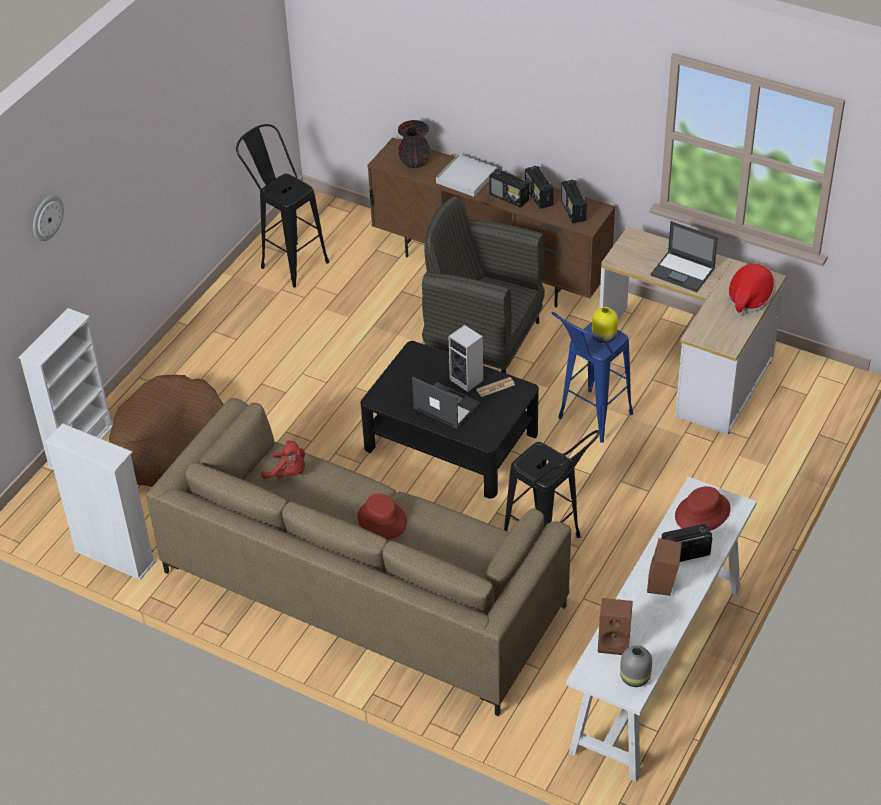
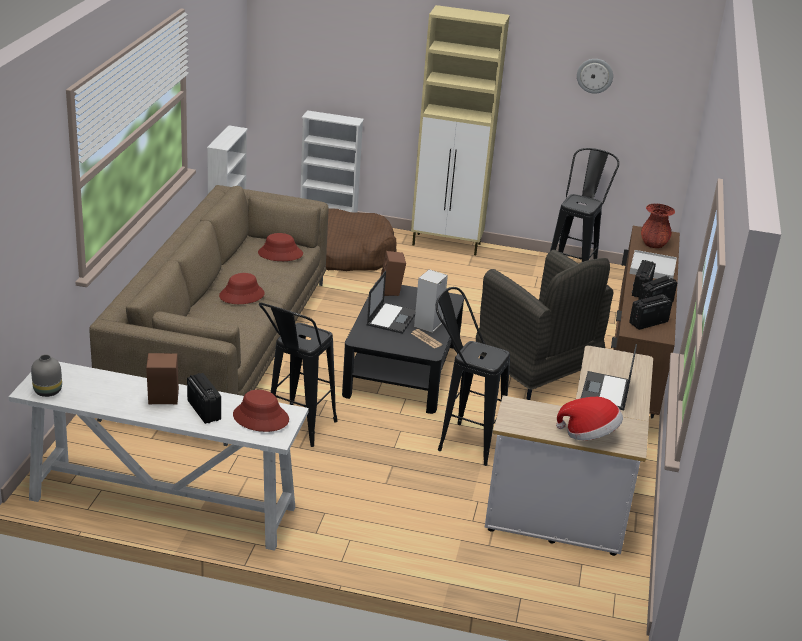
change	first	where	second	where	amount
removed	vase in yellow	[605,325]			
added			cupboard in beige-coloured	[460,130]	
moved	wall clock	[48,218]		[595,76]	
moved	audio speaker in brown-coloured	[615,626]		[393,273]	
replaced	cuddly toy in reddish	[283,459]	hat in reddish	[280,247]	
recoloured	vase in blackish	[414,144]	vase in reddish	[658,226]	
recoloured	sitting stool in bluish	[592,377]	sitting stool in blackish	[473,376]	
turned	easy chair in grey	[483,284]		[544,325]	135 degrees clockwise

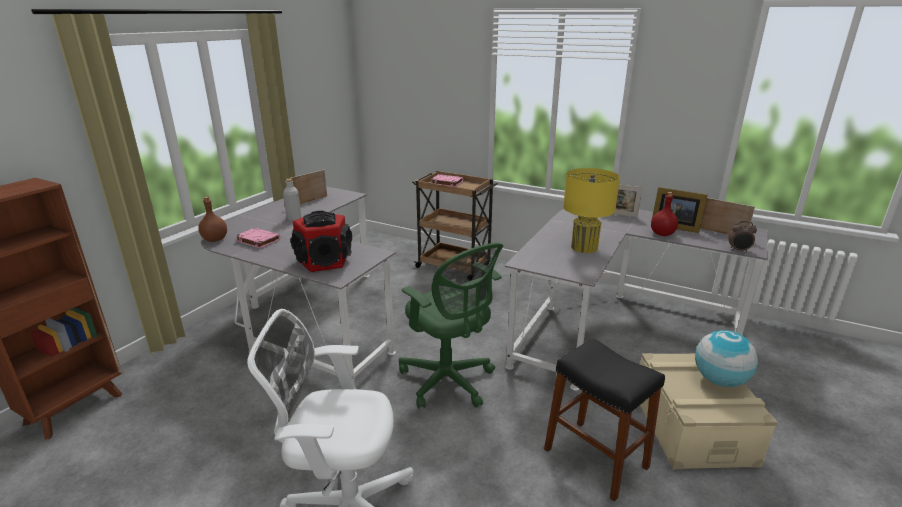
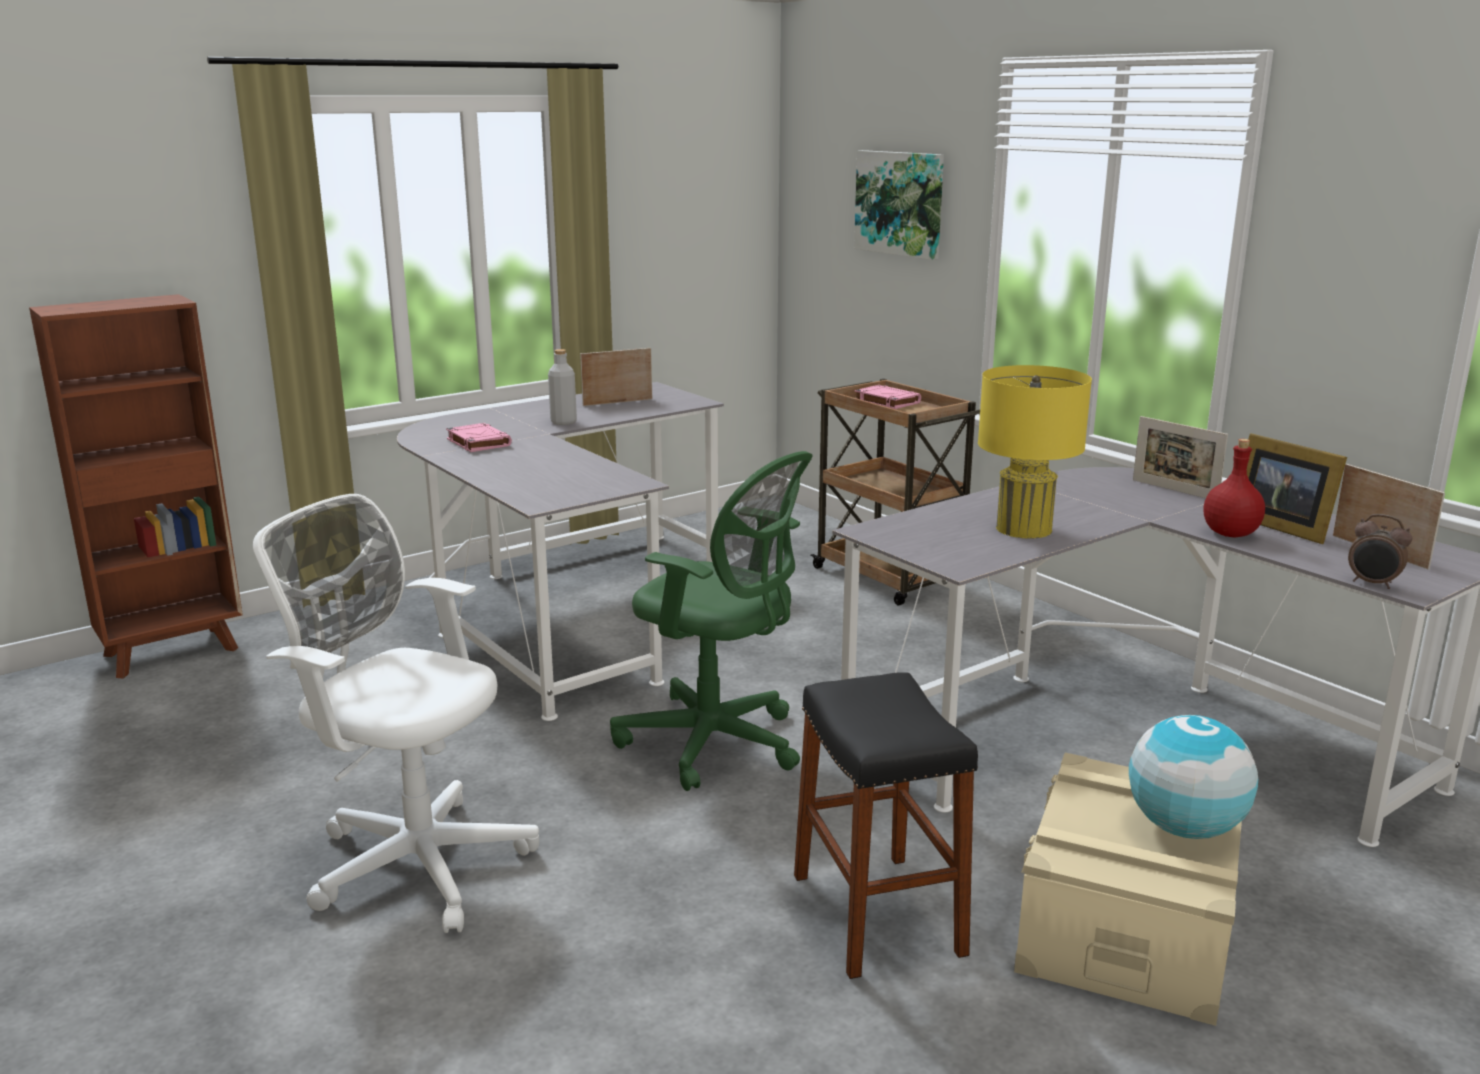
change	first	where	second	where	amount
removed	drink bottle in brown-coloured	[212,219]			
removed	audio speaker	[321,241]			
added			picture	[899,205]	
turned	computer chair in green	[451,326]		[711,621]	45 degrees counterclockwise

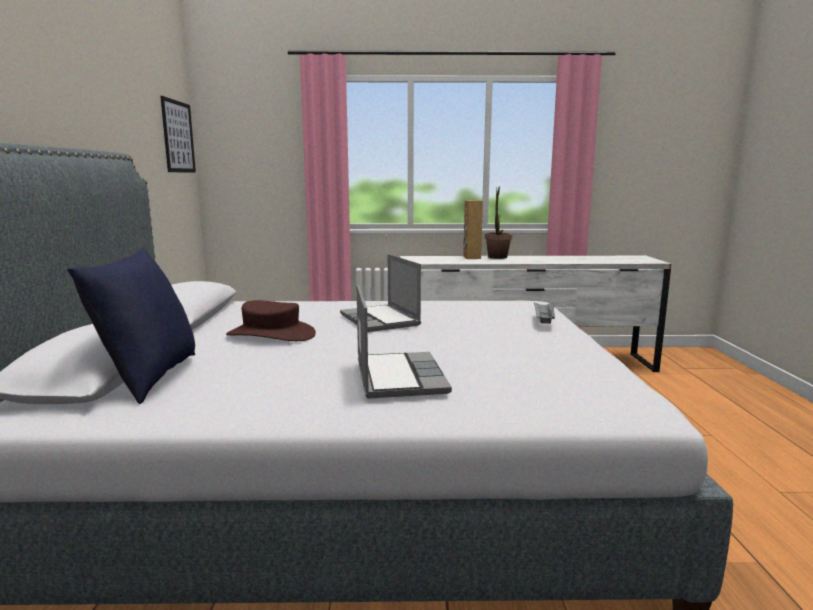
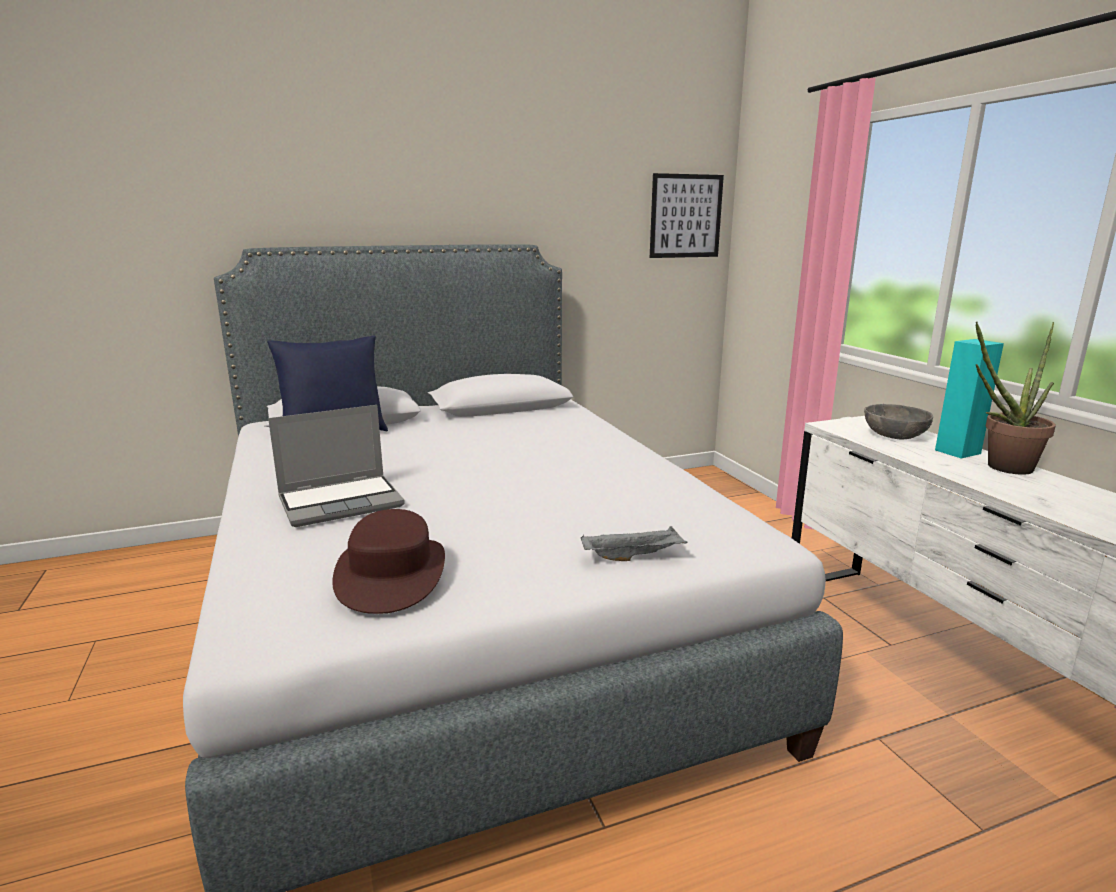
change	first	where	second	where	amount
removed	laptop	[380,293]			
added			serving bowl in grey	[898,422]	
moved	hat in brown-coloured	[271,320]		[388,561]	
recoloured	audio speaker in brown-coloured	[473,229]	audio speaker in turquoise	[969,399]	

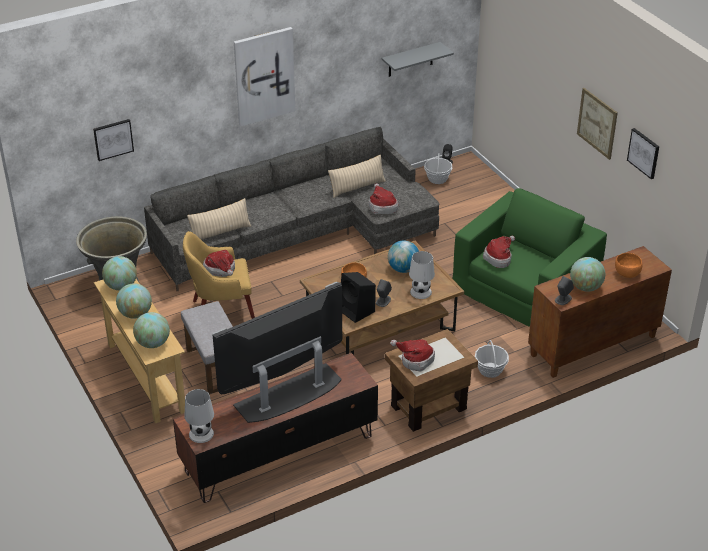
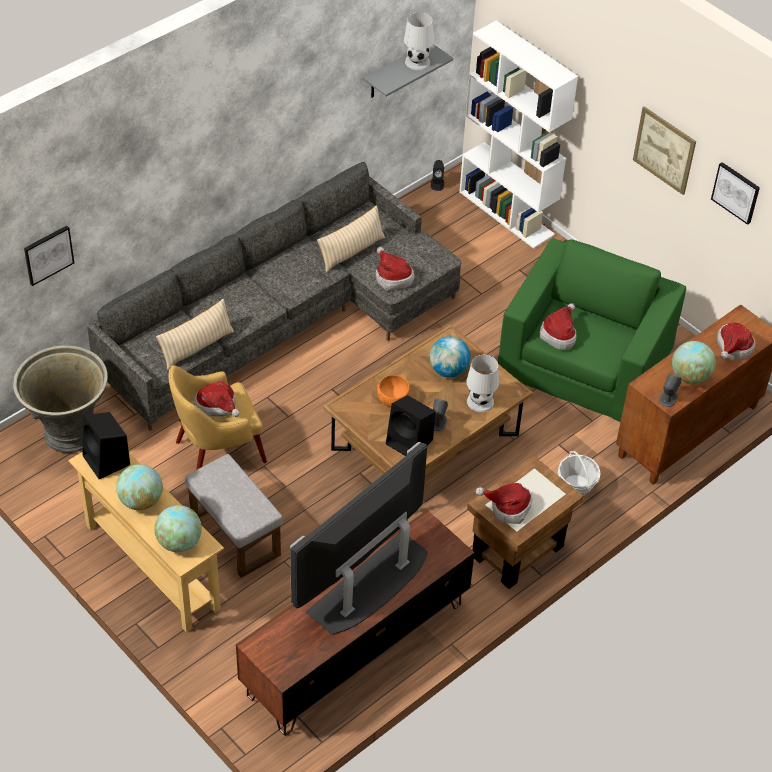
change	first	where	second	where	amount
removed	picture	[264,77]			
removed	storage basket	[438,168]			
added			bookshelf in whitish	[518,135]	
moved	table lamp in whitish	[199,416]		[419,41]	
replaced	desk globe	[119,273]	audio speaker in blackish	[106,445]	
replaced	serving bowl in orange	[628,265]	hat	[736,341]	

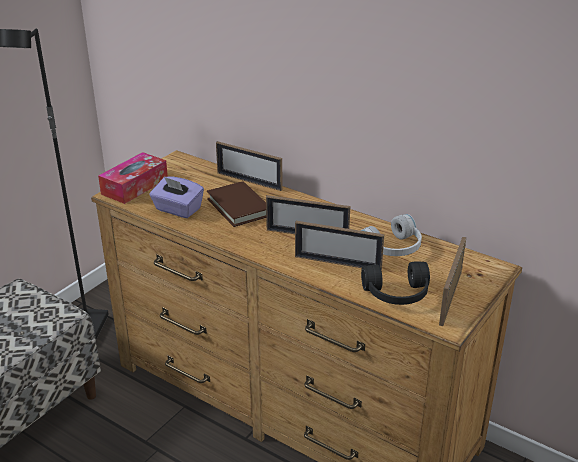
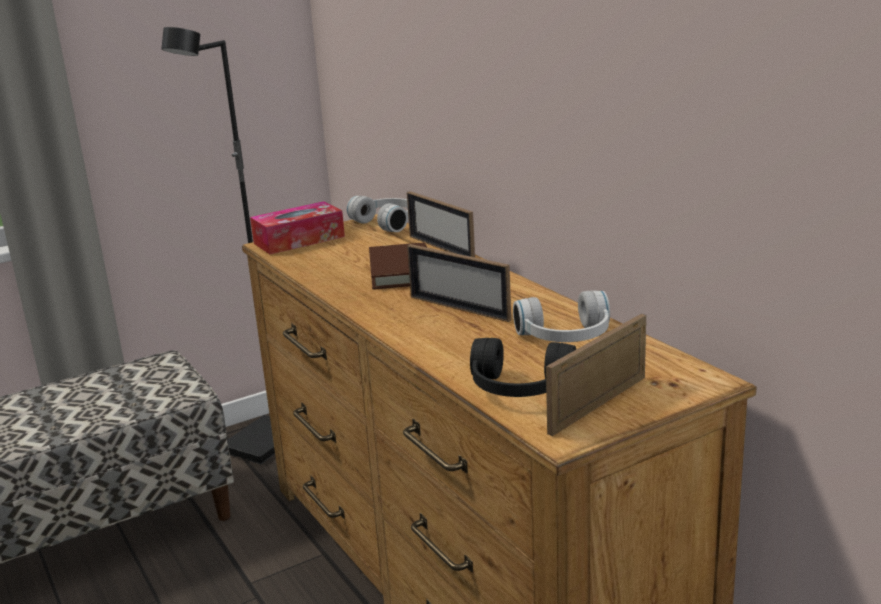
change	first	where	second	where	amount
removed	tissue box in purplish	[176,197]			
removed	picture frame	[339,246]			
added			headset in whitish	[378,214]	

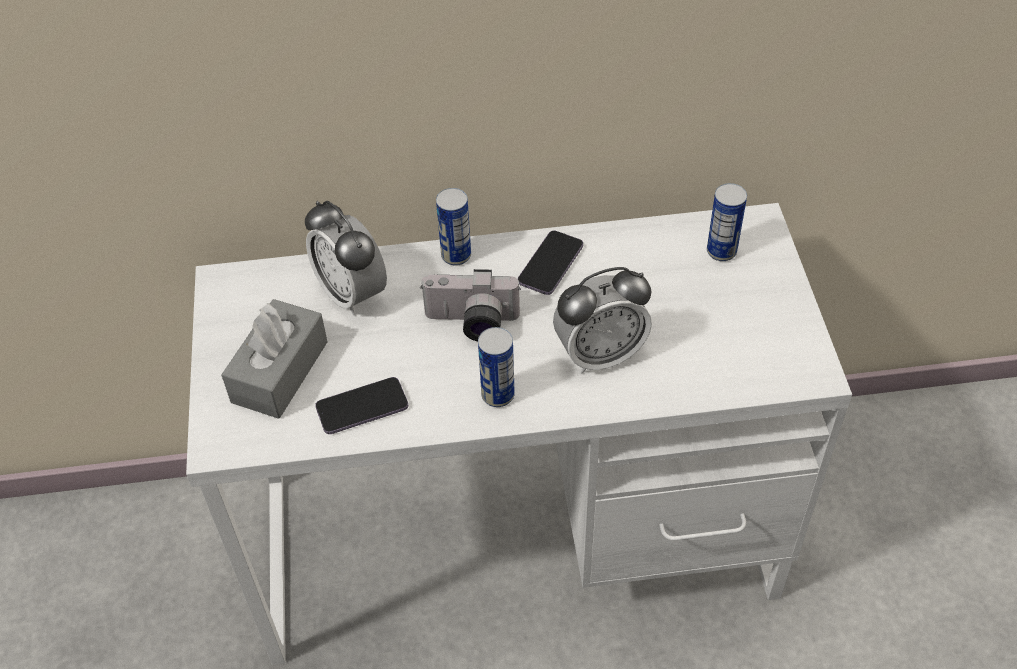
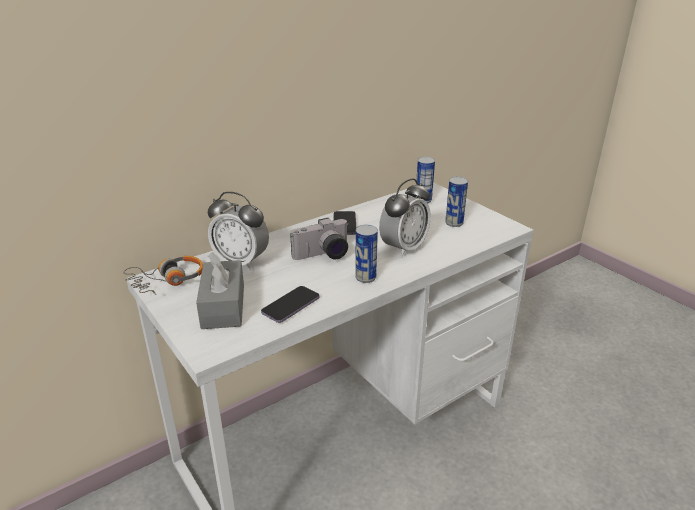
change	first	where	second	where	amount
added			headset	[163,275]	
moved	sealed can	[453,227]		[456,202]	

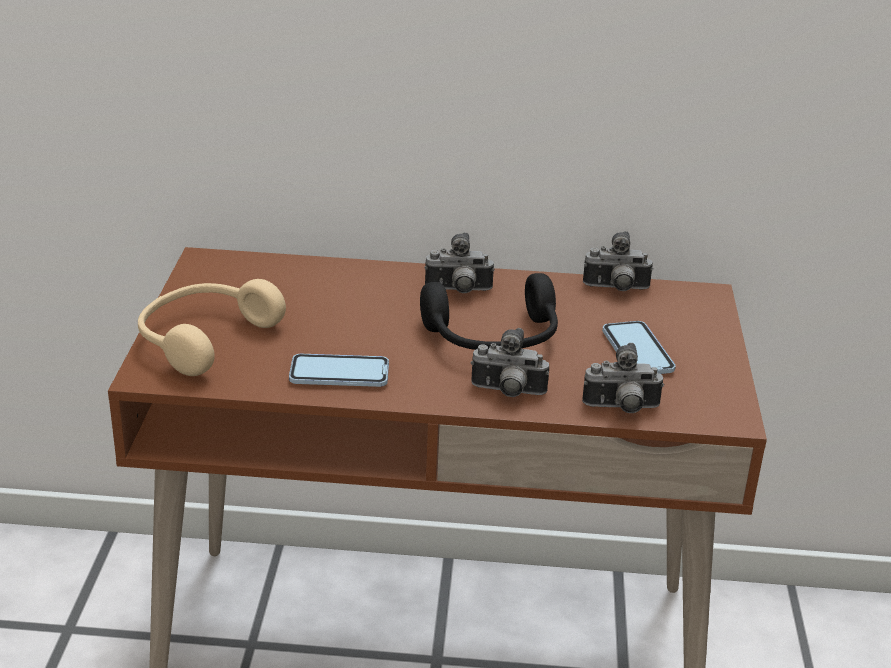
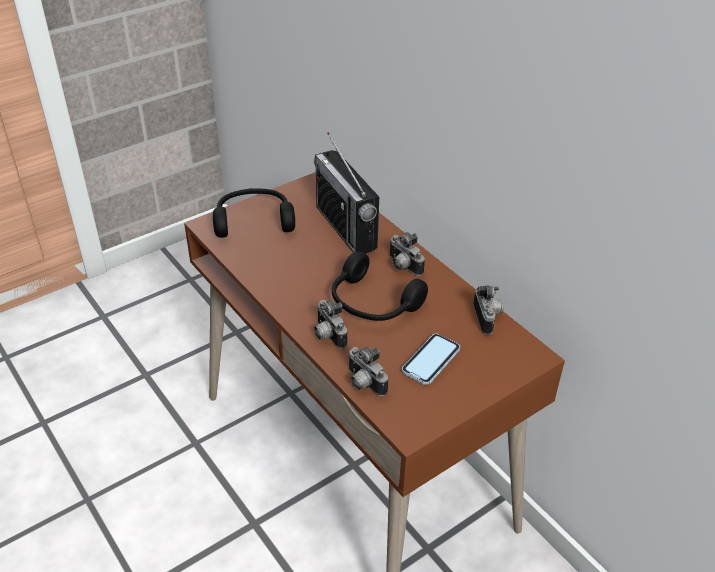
change	first	where	second	where	amount
removed	phone	[339,370]			
added			radio receiver	[346,193]	
recoloured	headset in beige-coloured	[212,327]	headset in blackish	[254,213]	
turned	still camera	[618,261]		[488,310]	150 degrees counterclockwise

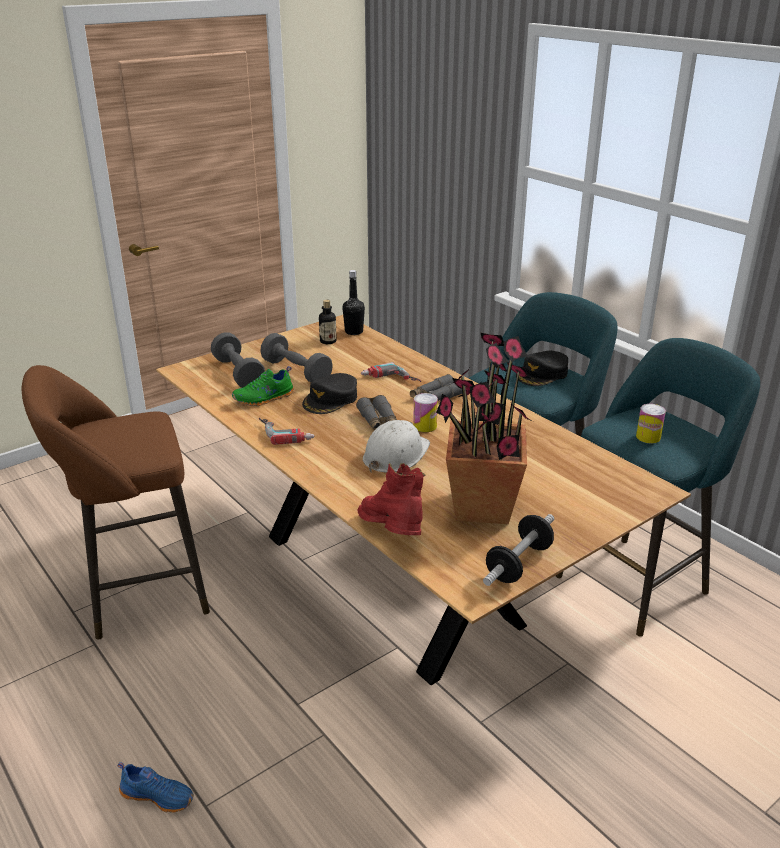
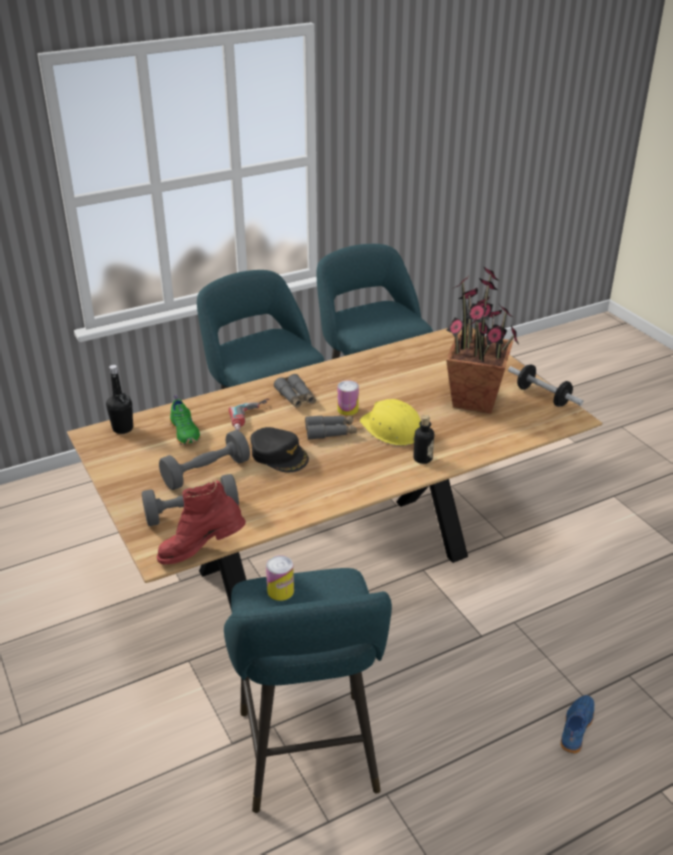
change	first	where	second	where	amount
removed	power drill	[287,431]			
removed	cap in blackish	[542,368]			
moved	low shoe in green	[263,386]		[185,420]	
moved	drink bottle	[328,322]		[423,439]	
moved	tall boot in reddish	[391,499]		[201,522]	
moved	sealed can	[651,423]		[280,578]	
recoloured	sitting stool in brown-coloured	[116,502]	sitting stool in turquoise	[308,690]	
recoloured	work helmet in whitish	[396,446]	work helmet in yellow	[390,422]	

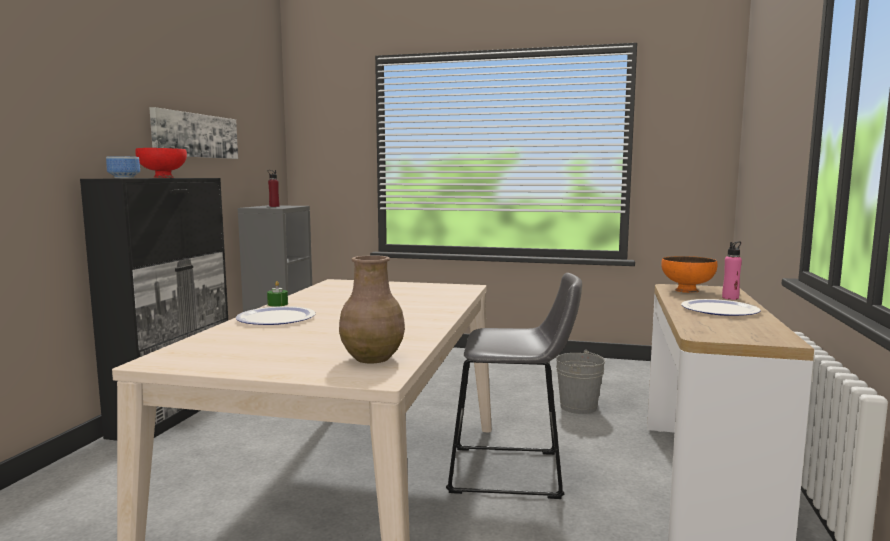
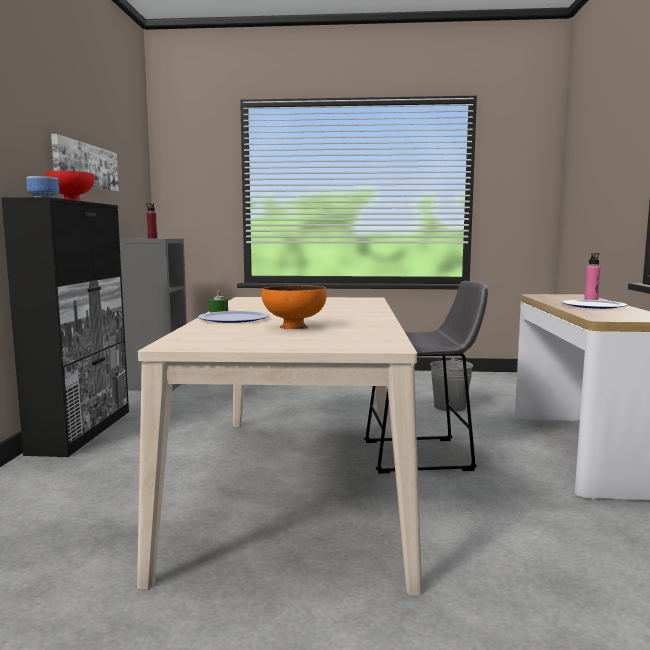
change	first	where	second	where	amount
removed	vase in brown-coloured	[372,309]			
moved	serving bowl in orange	[689,274]		[294,307]	

